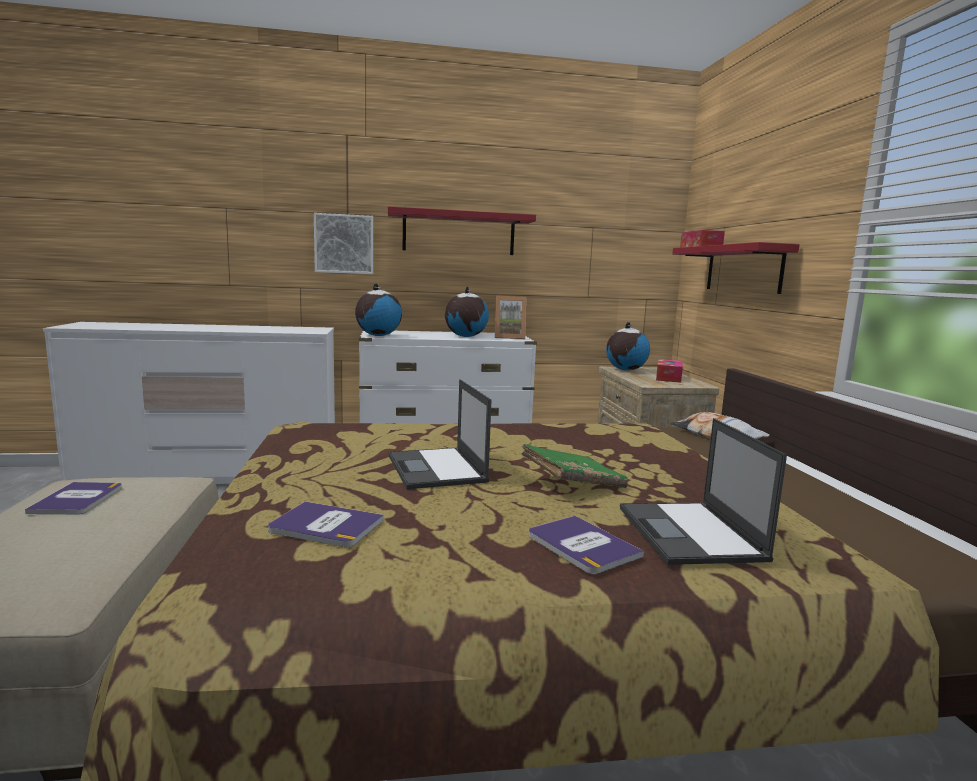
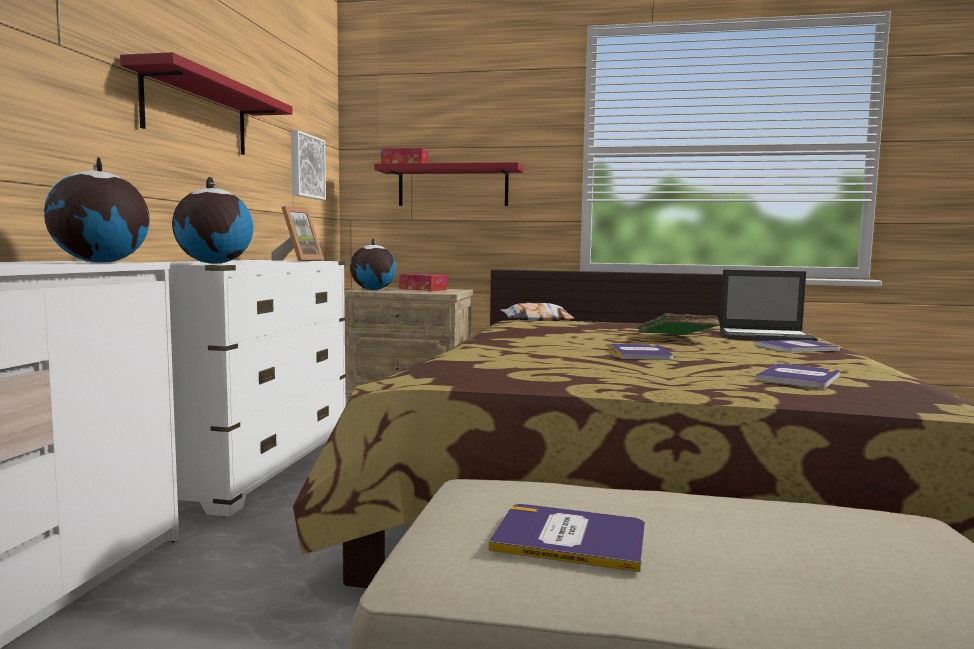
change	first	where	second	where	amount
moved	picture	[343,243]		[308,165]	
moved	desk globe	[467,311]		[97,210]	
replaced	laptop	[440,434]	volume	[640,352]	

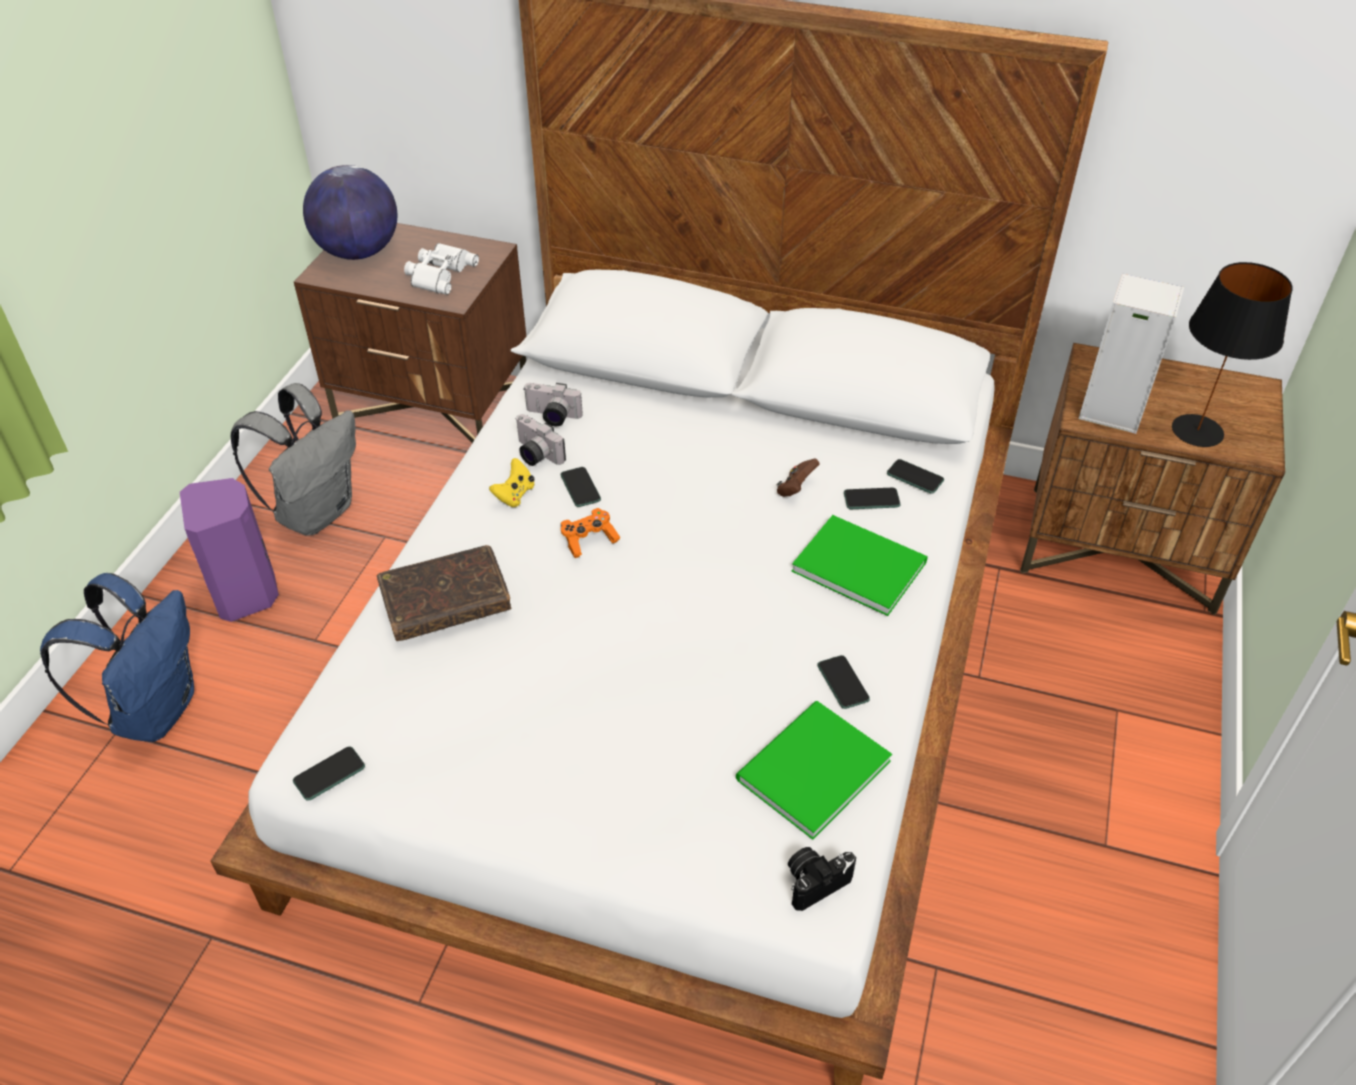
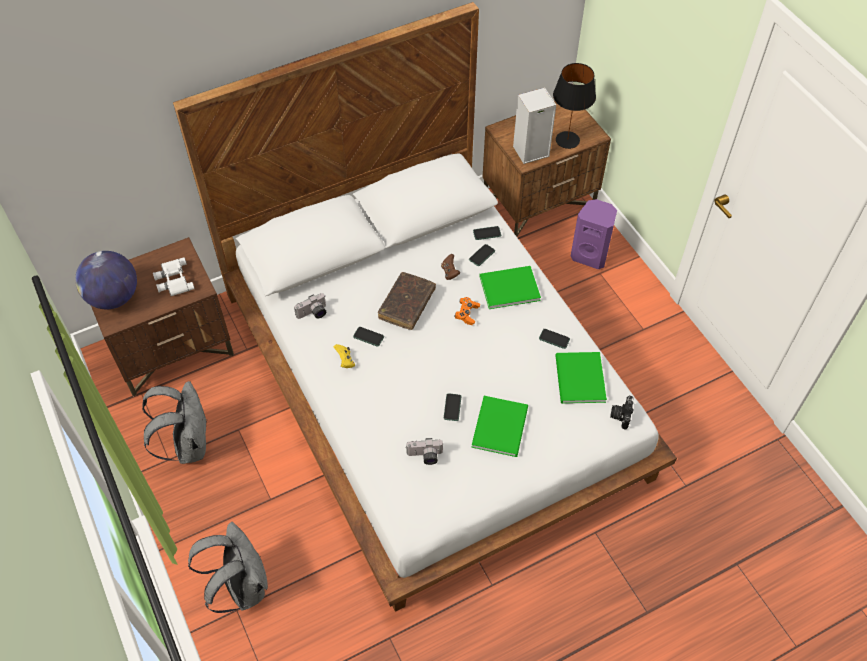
change	first	where	second	where	amount
added			volume in green	[499,426]	
moved	audio speaker in purplish	[229,550]		[594,234]	
moved	phone	[329,773]		[452,407]	
moved	volume in brown-coloured	[444,593]		[407,301]	
moved	still camera	[541,440]		[425,451]	
moved	gamepad in orange	[590,533]		[467,311]	
recoloured	rucksack in bluish	[117,657]	rucksack in grey	[228,567]	

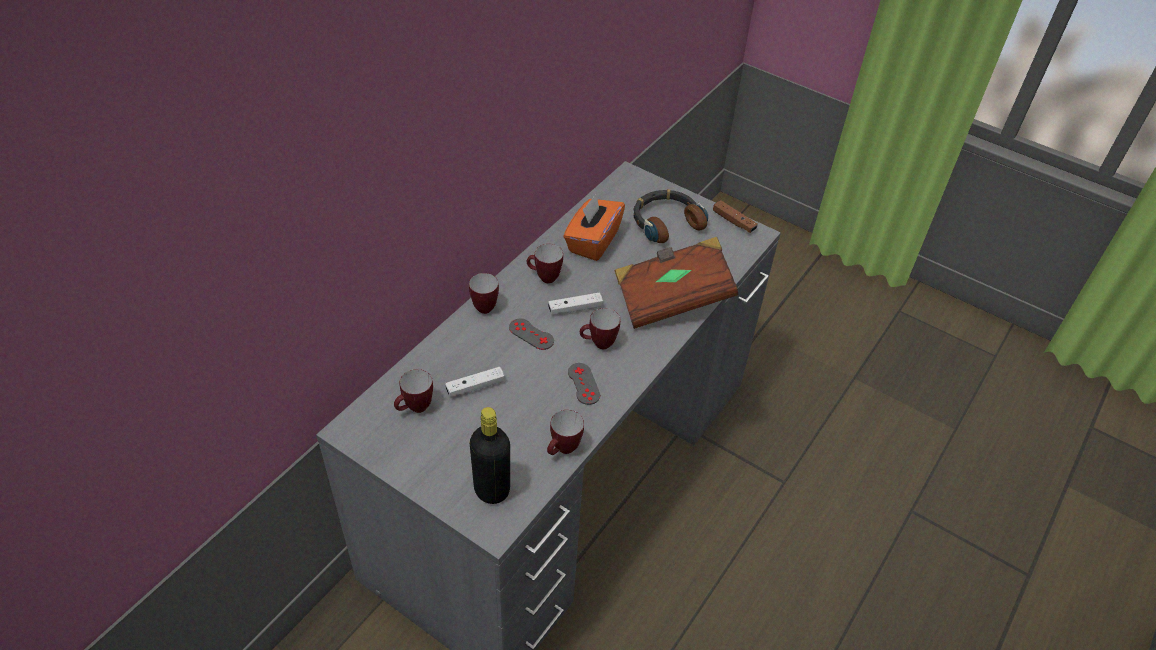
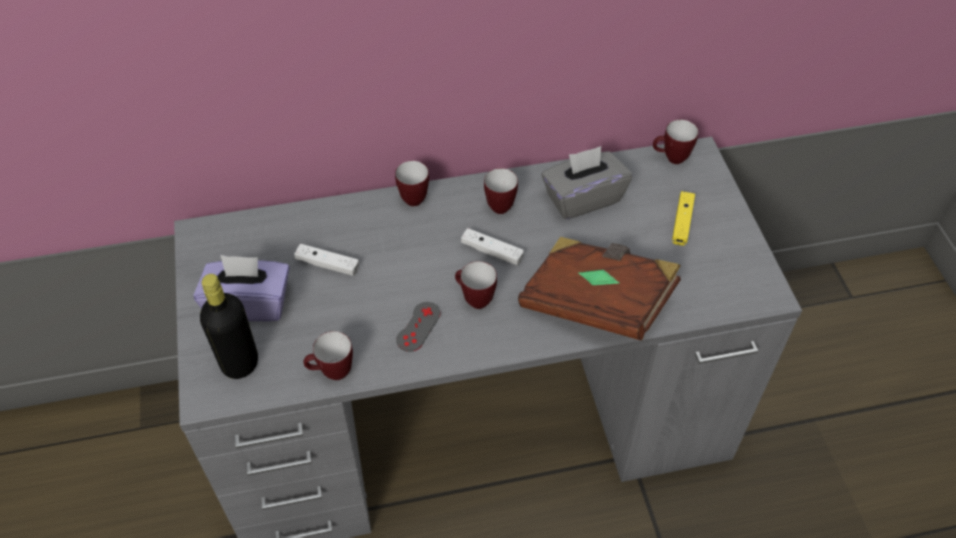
change	first	where	second	where	amount
removed	gamepad in grey	[531,334]			
removed	gamepad in brown-coloured	[735,216]			
added			tissue box in purplish	[241,288]	
moved	tea mug	[413,391]		[676,141]	
replaced	headset	[670,216]	gamepad in yellow	[683,218]	
recoloured	tissue box in orange	[594,227]	tissue box in grey	[586,182]	

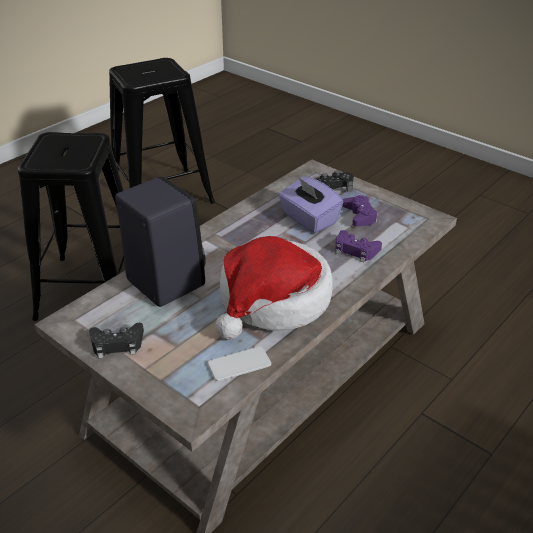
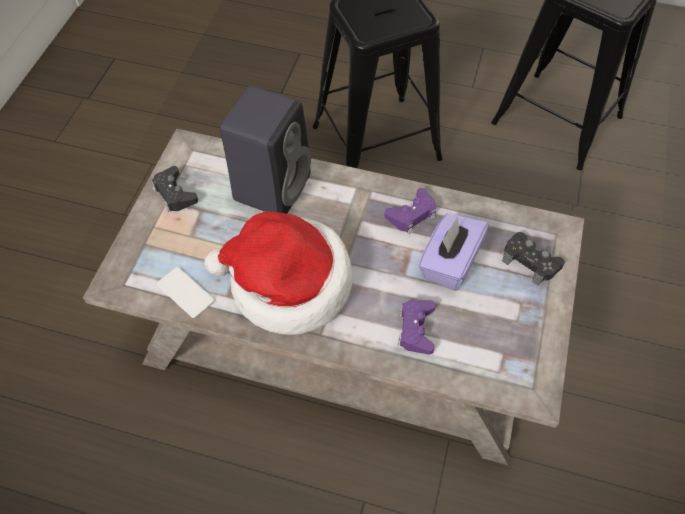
change	first	where	second	where	amount
moved	gamepad in purplish	[359,210]		[410,211]	

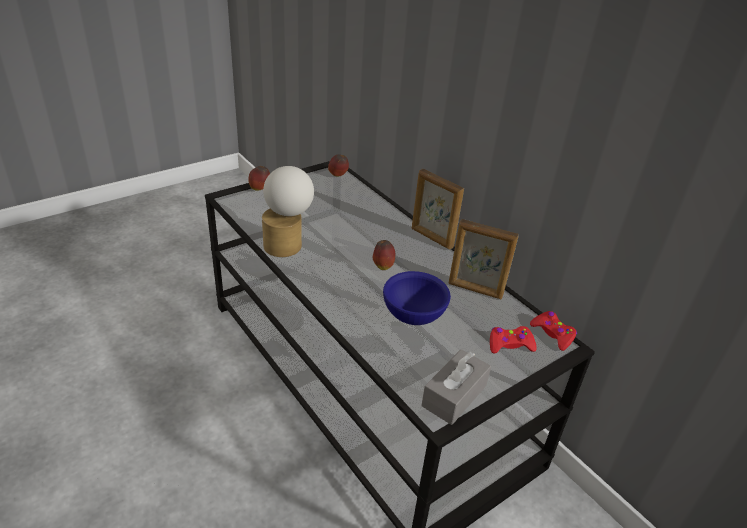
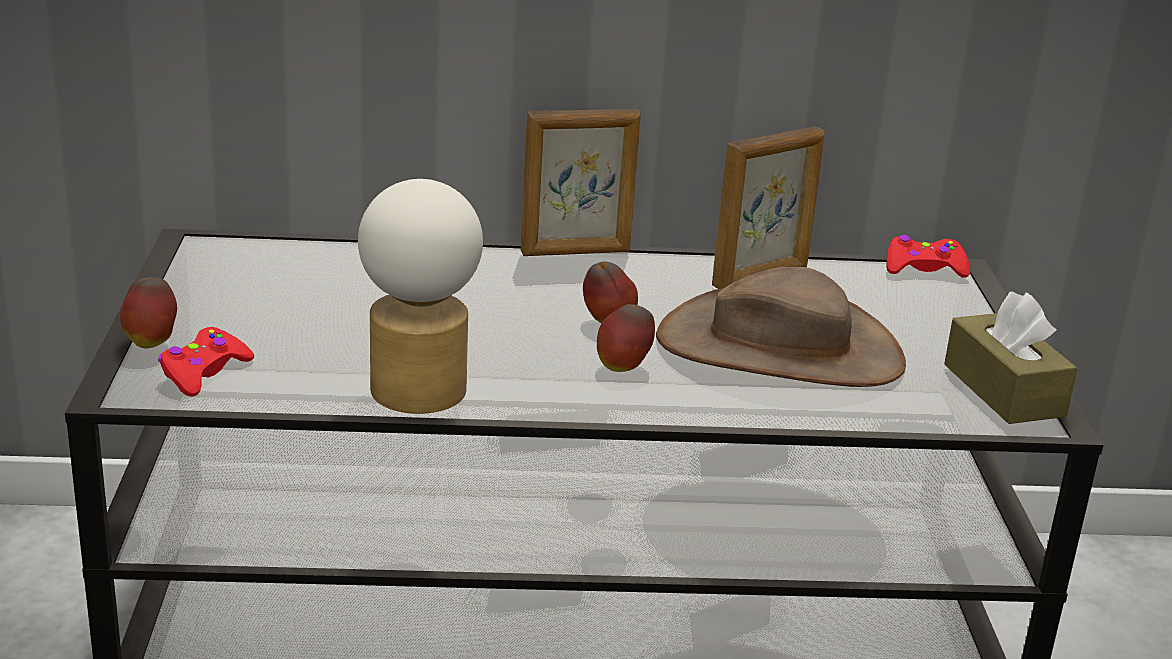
change	first	where	second	where	amount
moved	apple	[338,165]		[626,338]	
moved	gamepad in reddish	[513,339]		[206,362]	
replaced	serving bowl in bluish	[417,298]	hat in brown-coloured	[781,327]	
recoloured	tissue box in grey	[456,387]	tissue box in brown-coloured	[1011,358]	

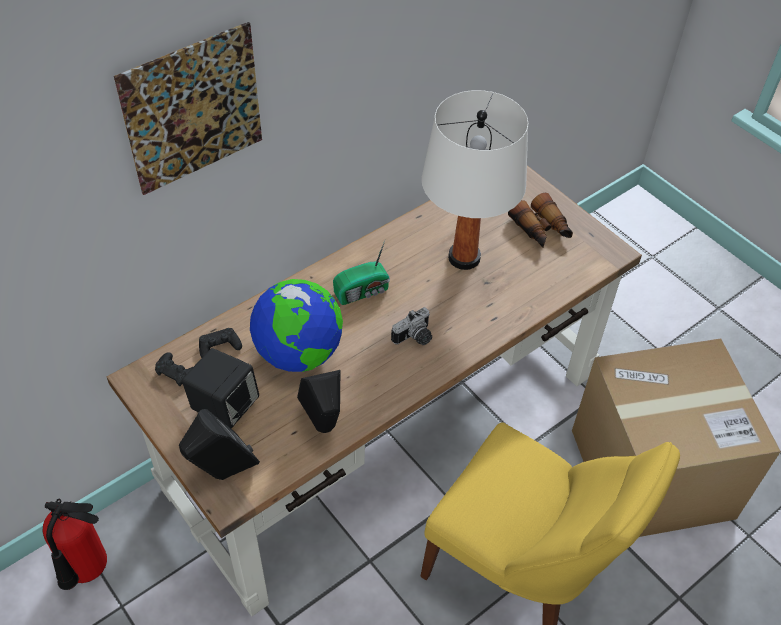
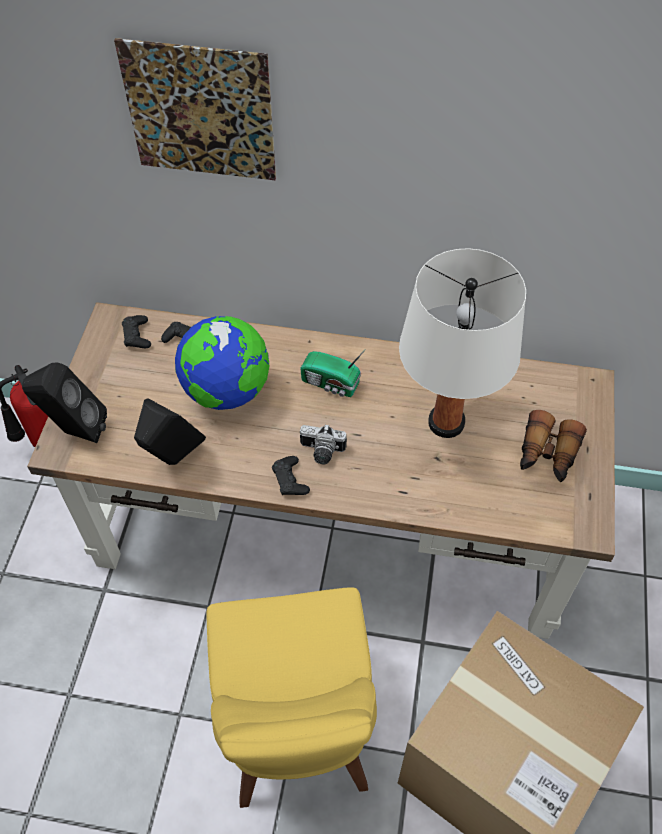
change	first	where	second	where	amount
removed	audio speaker in blackish	[220,388]			
added			gamepad in blackish	[291,475]	

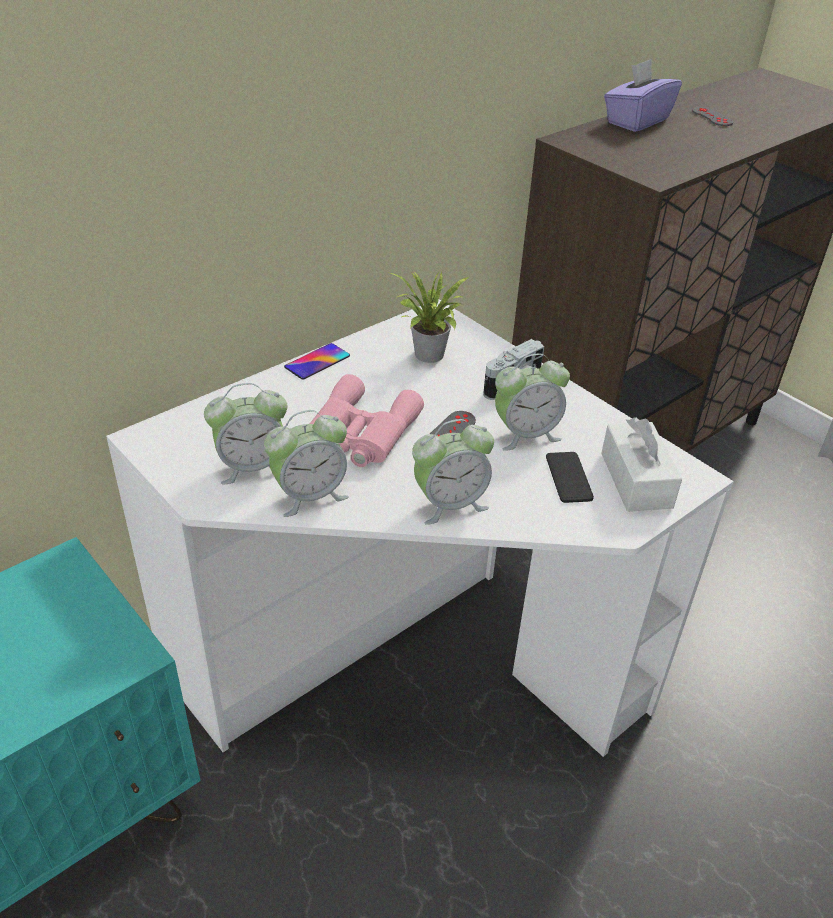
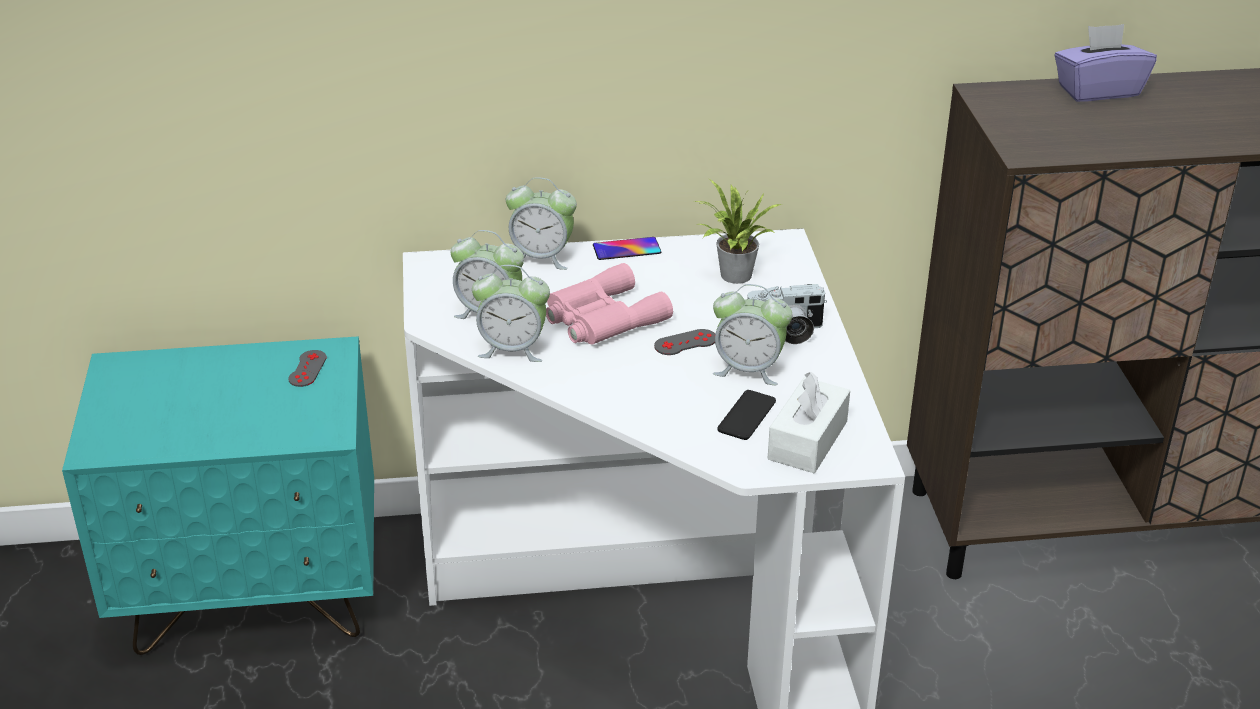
change	first	where	second	where	amount
moved	table clock	[453,472]		[541,223]	
moved	gamepad in grey	[712,116]		[307,368]	

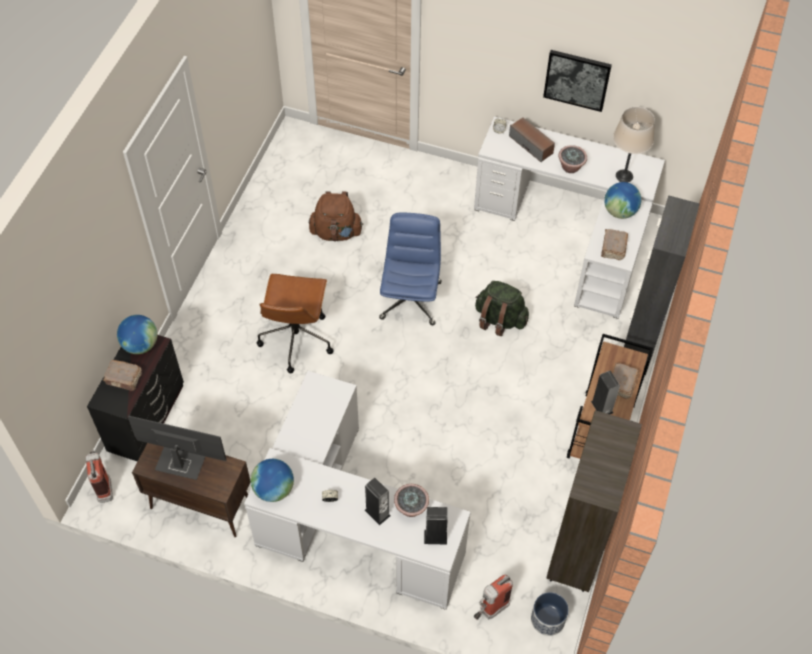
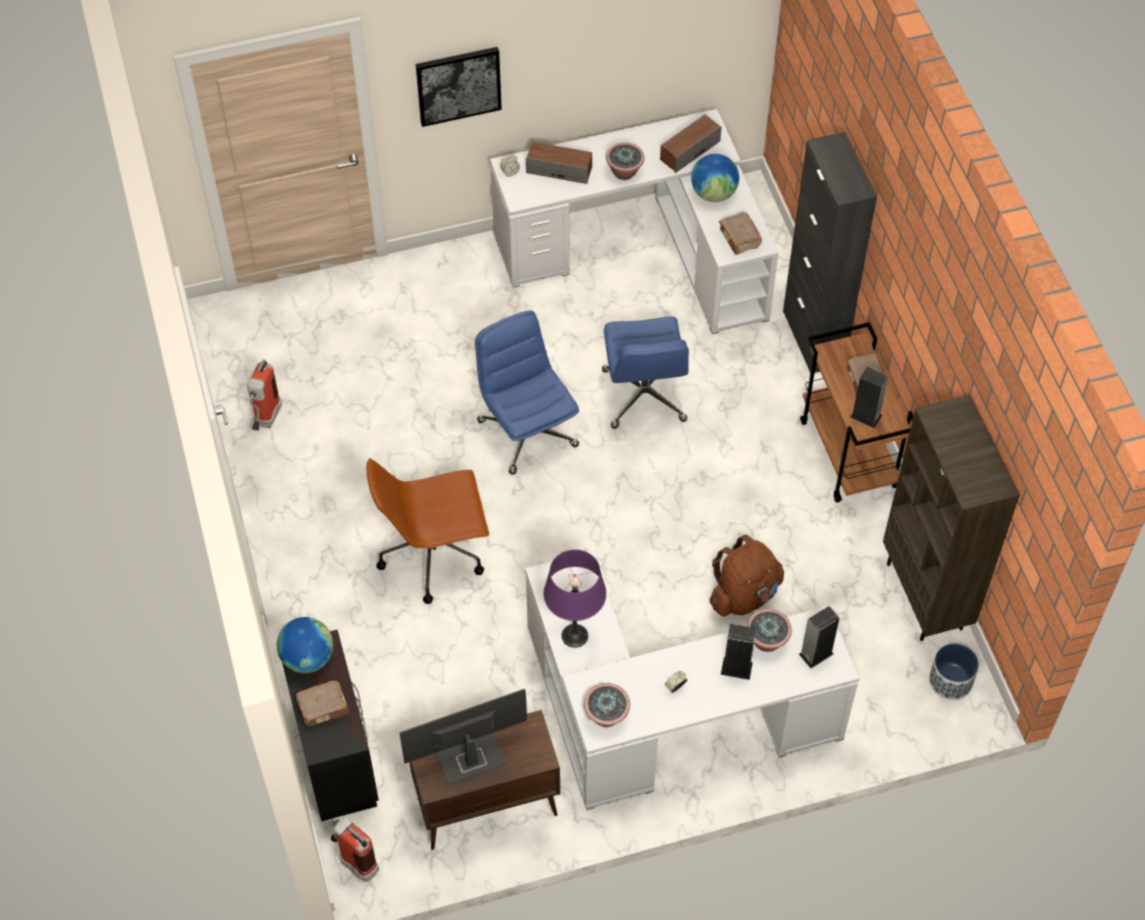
change	first	where	second	where	amount
added			table lamp in purplish	[575,599]	
moved	rucksack in brown-coloured	[336,216]		[747,576]	
moved	fire extinguisher	[493,597]		[264,395]	
moved	picture	[577,81]		[459,87]	
replaced	desk globe	[272,480]	plant in a pot	[607,705]	
replaced	rucksack in green	[502,308]	computer chair in bluish	[645,372]	
replaced	table lamp in beige-coloured	[634,144]	audio speaker	[691,144]	
turned	computer chair in brown-coloured	[295,323]		[428,531]	105 degrees clockwise

